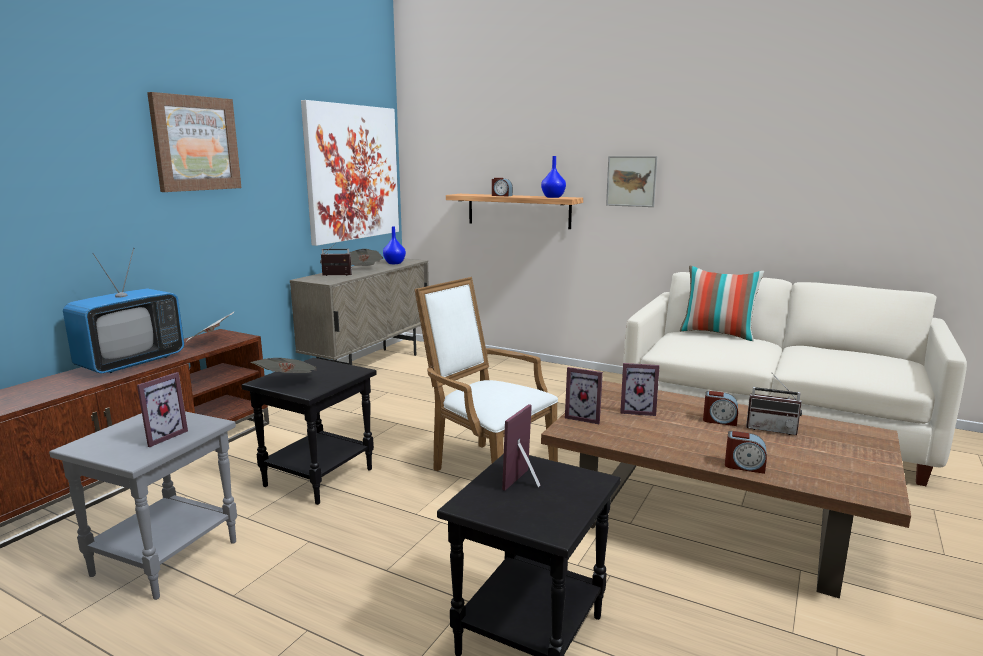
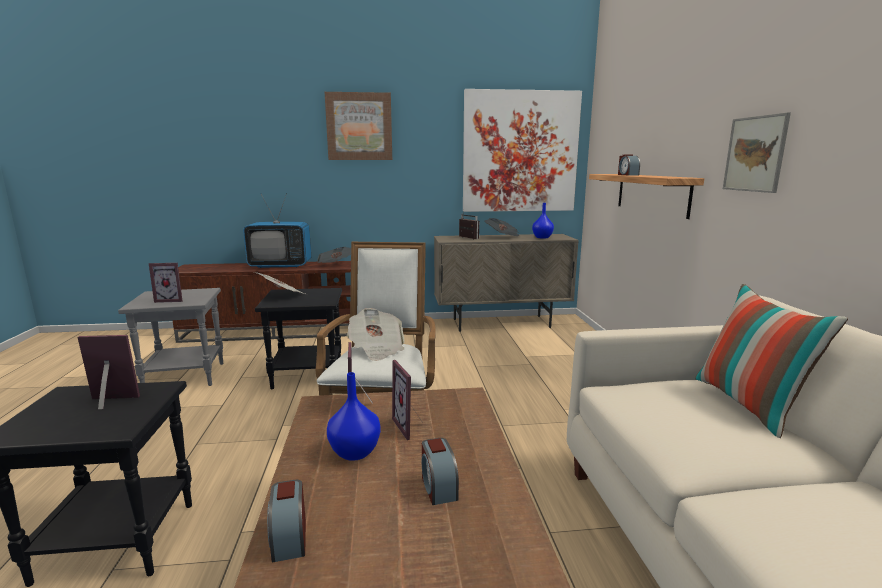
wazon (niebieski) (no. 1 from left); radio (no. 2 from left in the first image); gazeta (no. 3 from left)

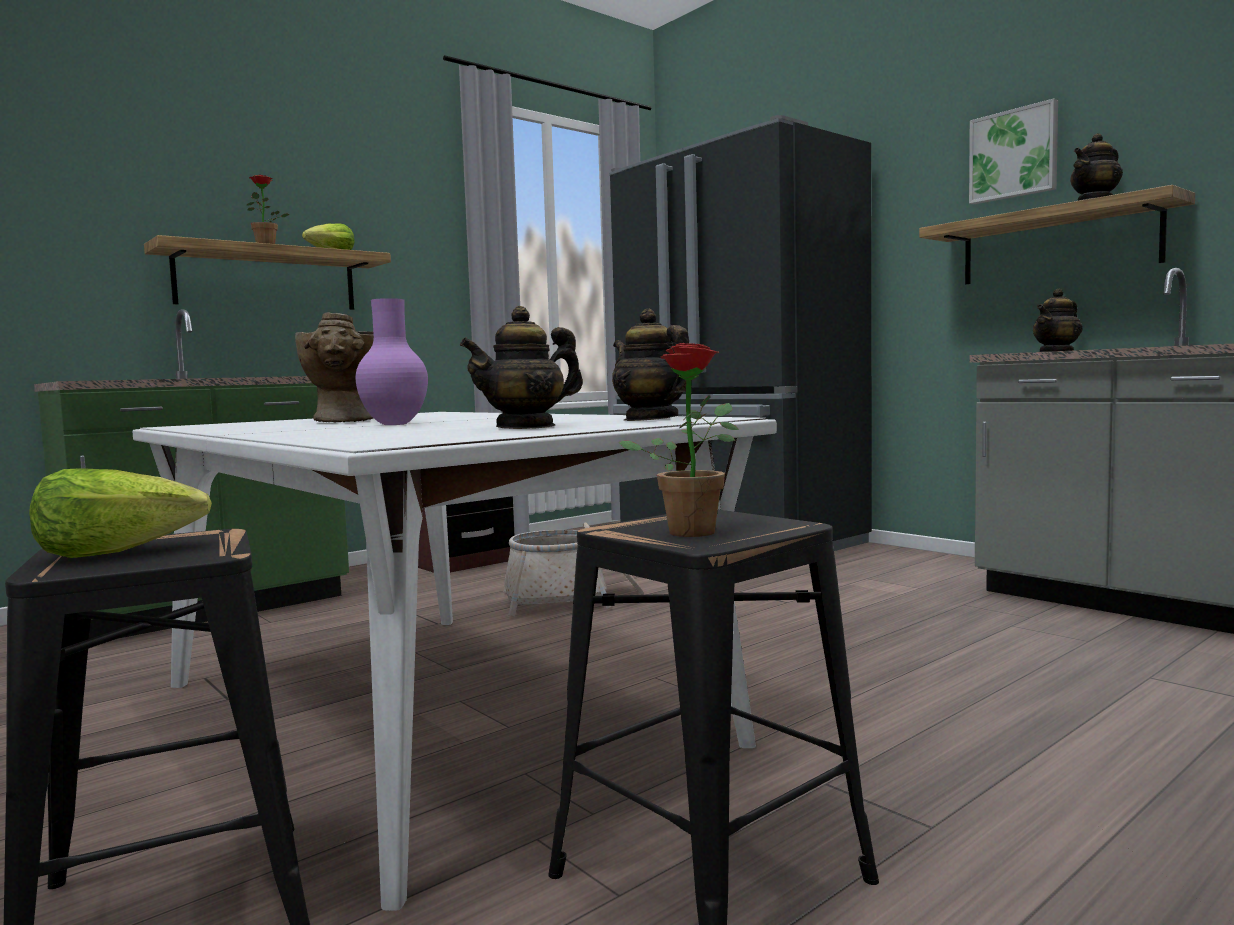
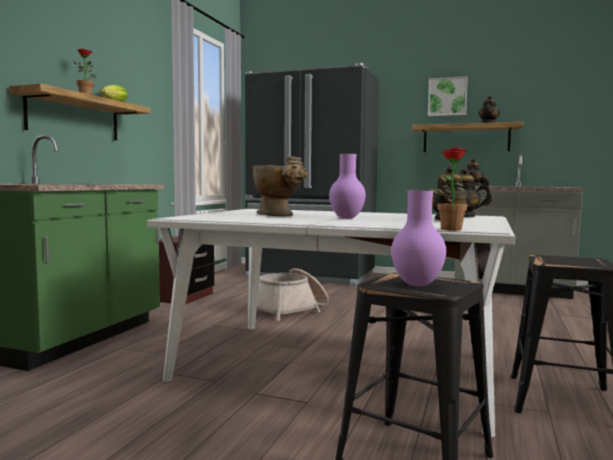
roślina doniczkowa (no. 2 from left); wazon (fioletowy) (no. 2 from left)

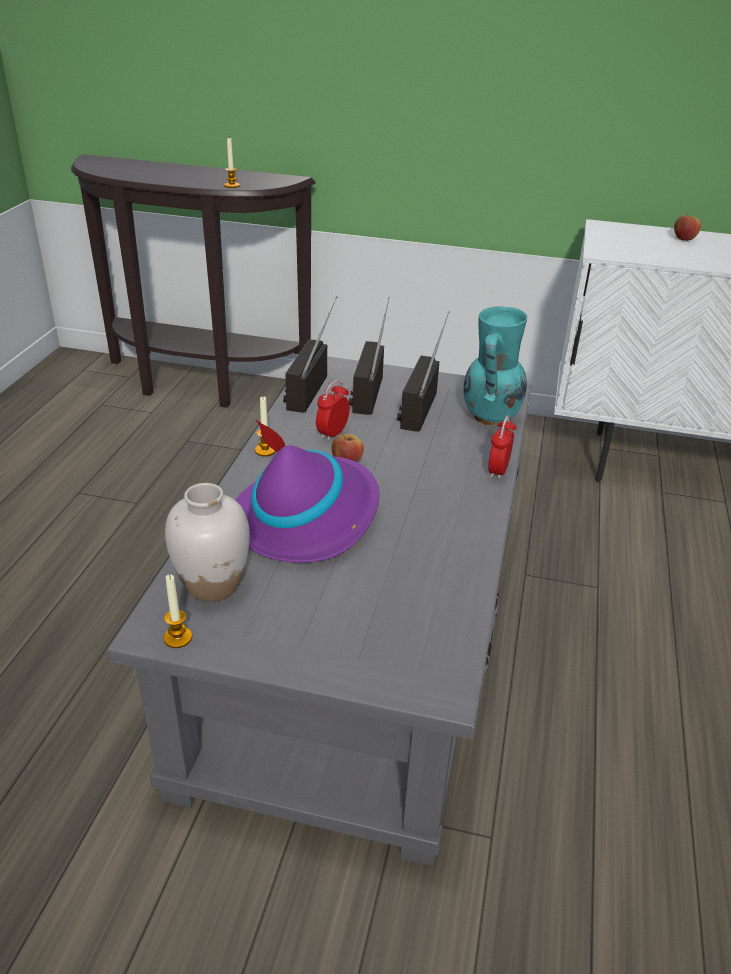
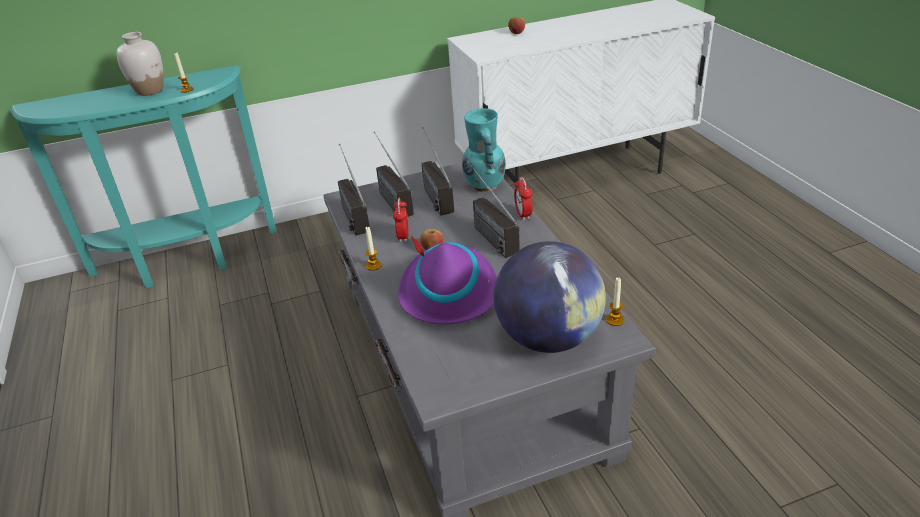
stolik konsolowy (turkusowy); wazon (biały); świeca (no. 3 from left); radio (no. 4 from left); globus

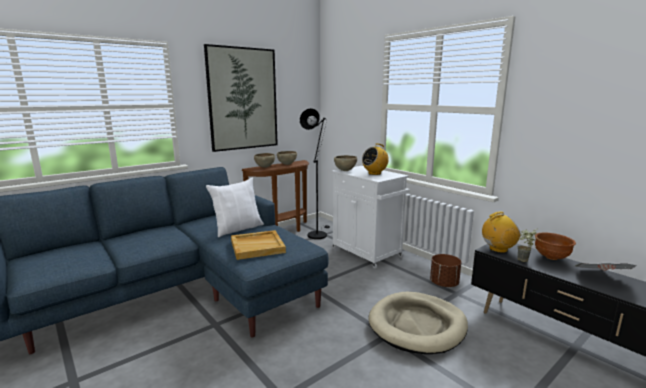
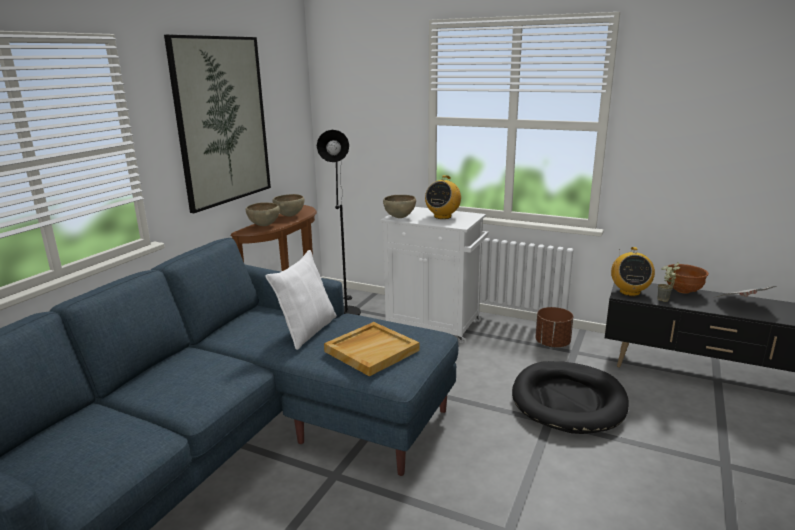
radio (no. 2 from left); legowisko (czarny)

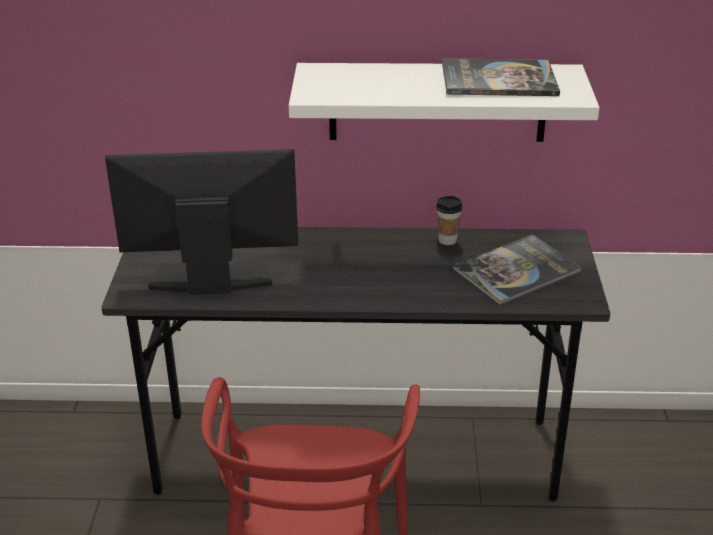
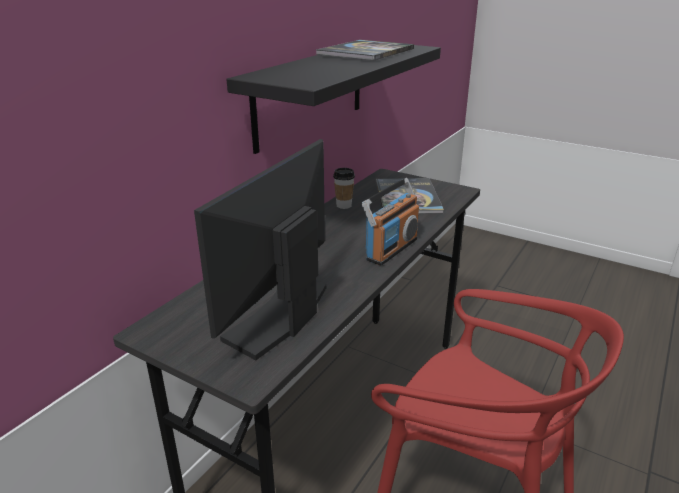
półka (czarny); radio

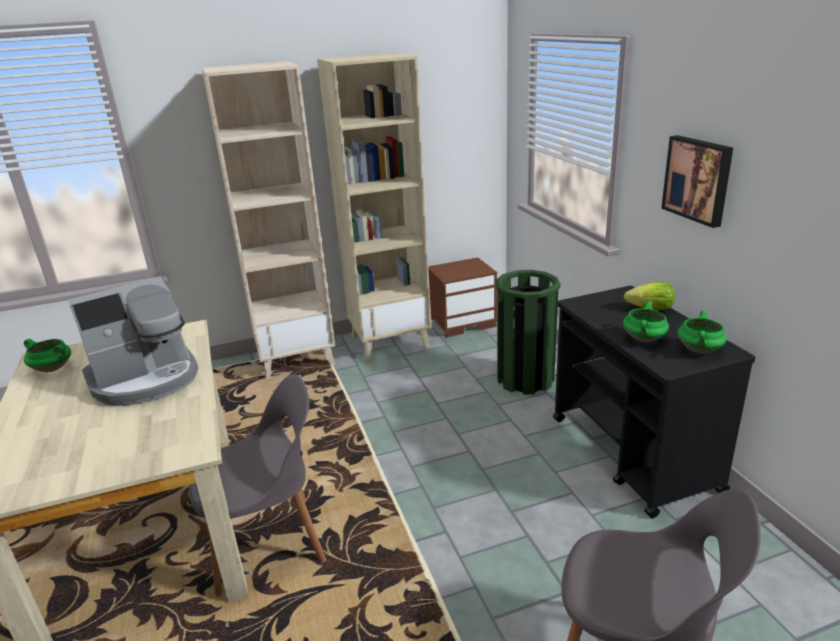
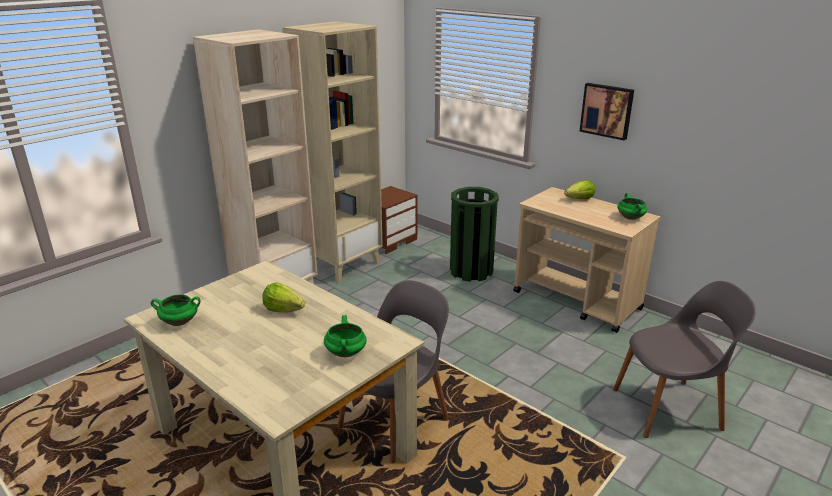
sałata (no. 1 from left); wózek (beżowy); garnek (zielony) (no. 2 from left)

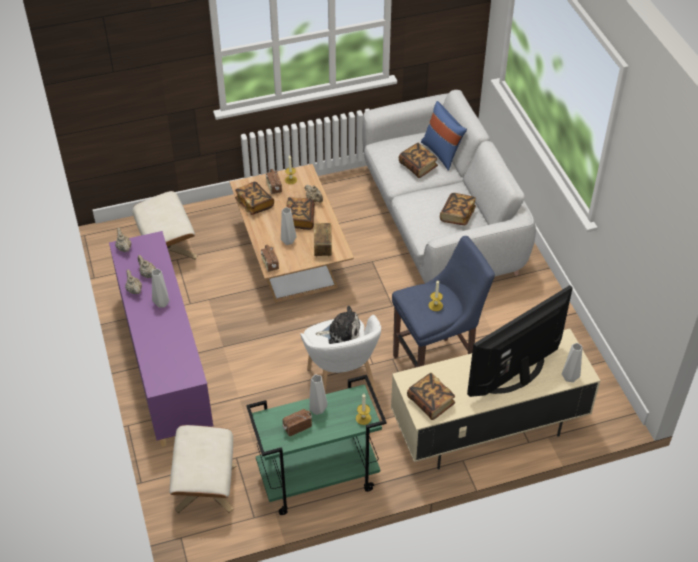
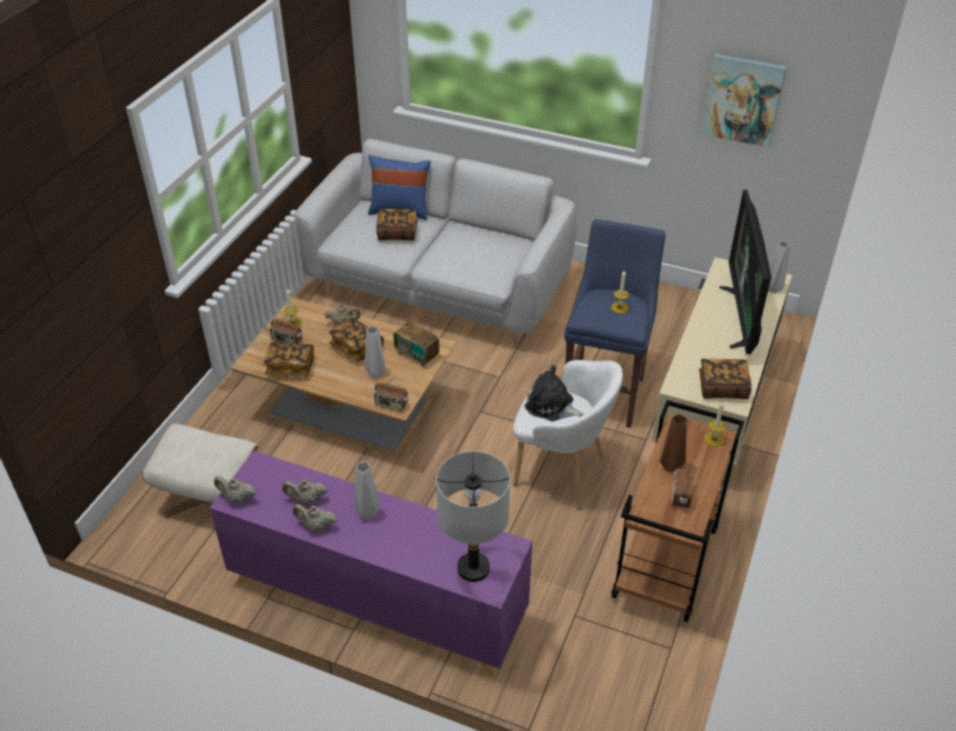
książka (no. 5 from left in the first image); pluszak; wazon (brązowy); wózek (brązowy); pufa (beżowy) (no. 2 from left in the first image); obraz; lampa stołowa (szary)

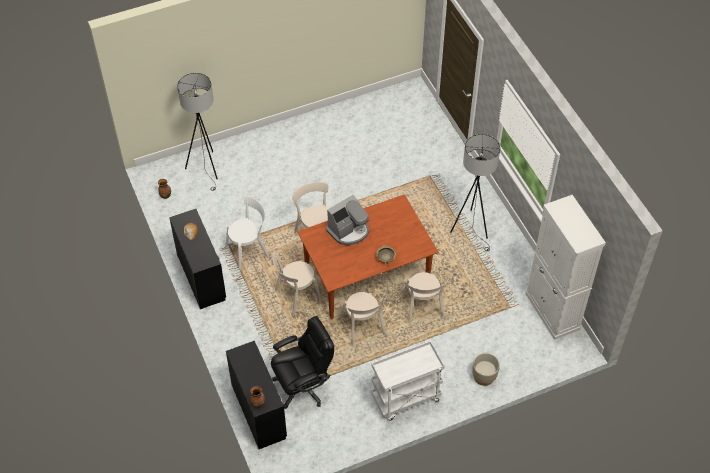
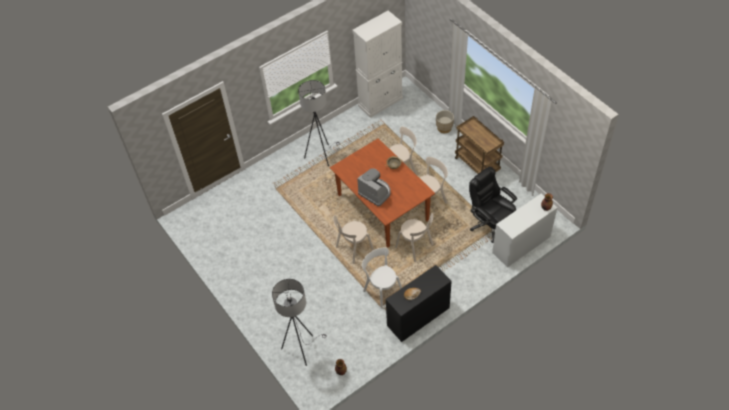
biurko (biały); wózek (brązowy)

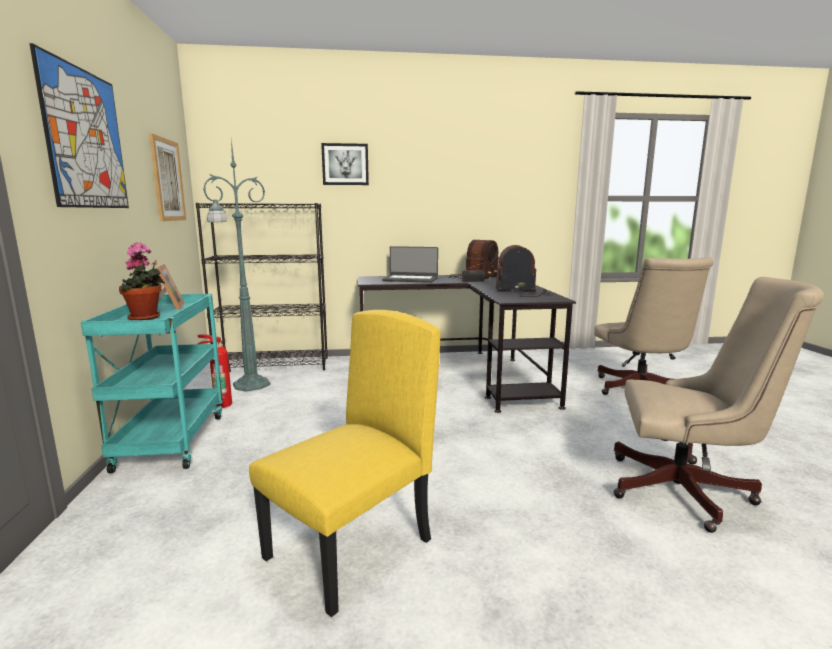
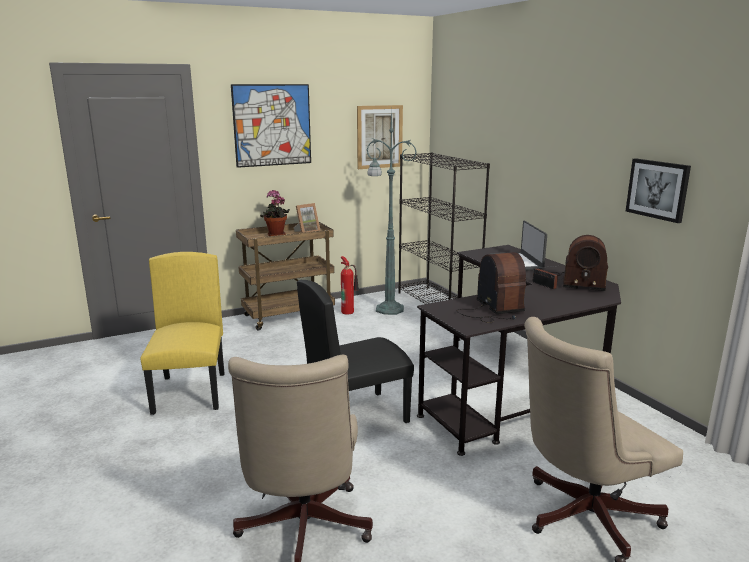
obraz (no. 3 from left); wózek (brązowy); krzesło (żółty); krzesło (czarny)

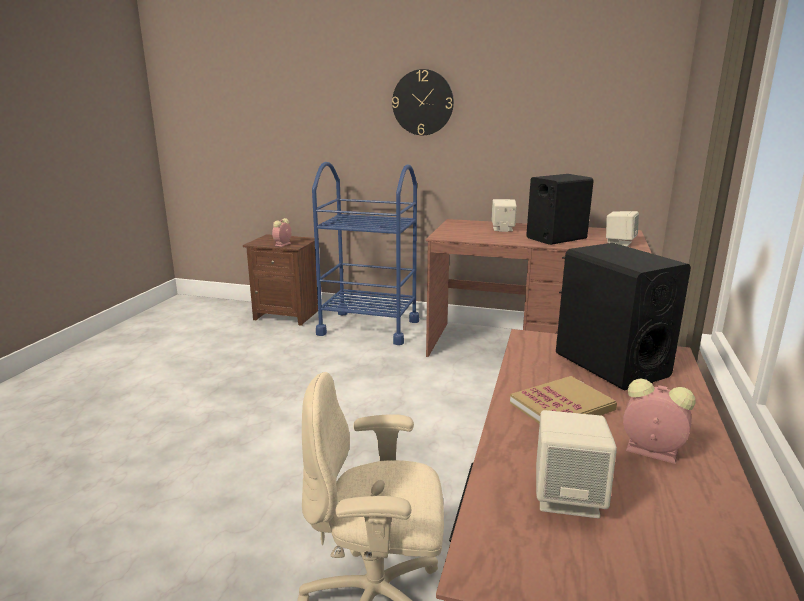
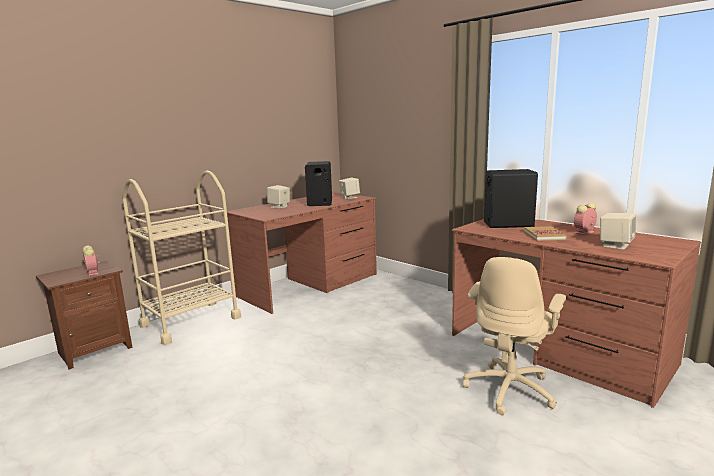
zegar ścienny; wózek (beżowy)

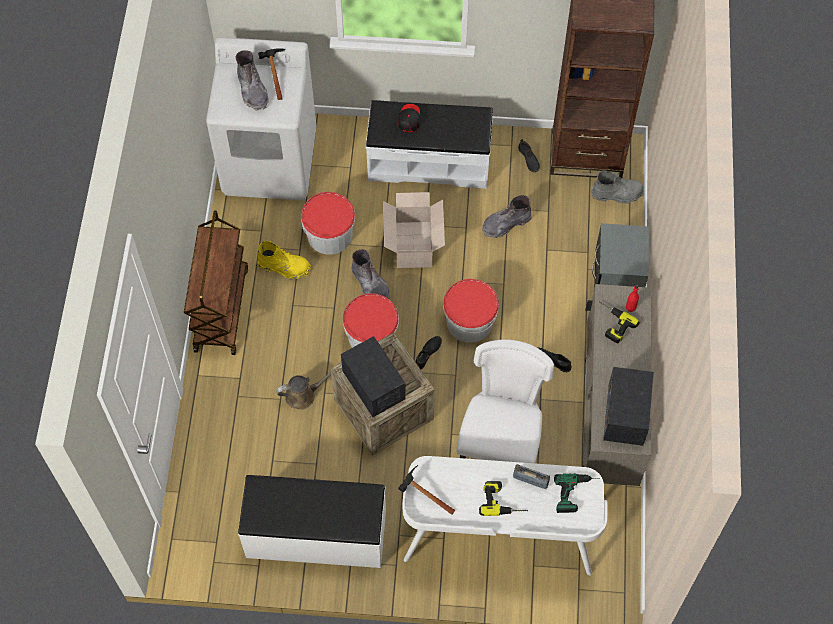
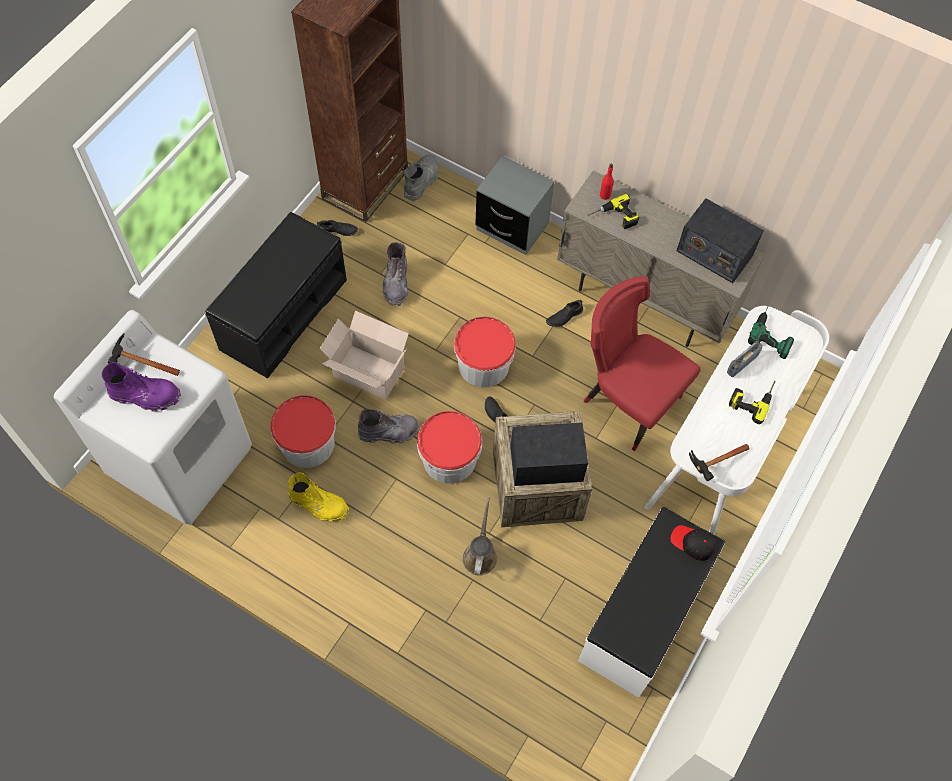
but z cholewką (fioletowy); ławka (czarny); czapka z daszkiem (czarny); wózek (brązowy); but z cholewką (żółty); krzesło (czerwony)

